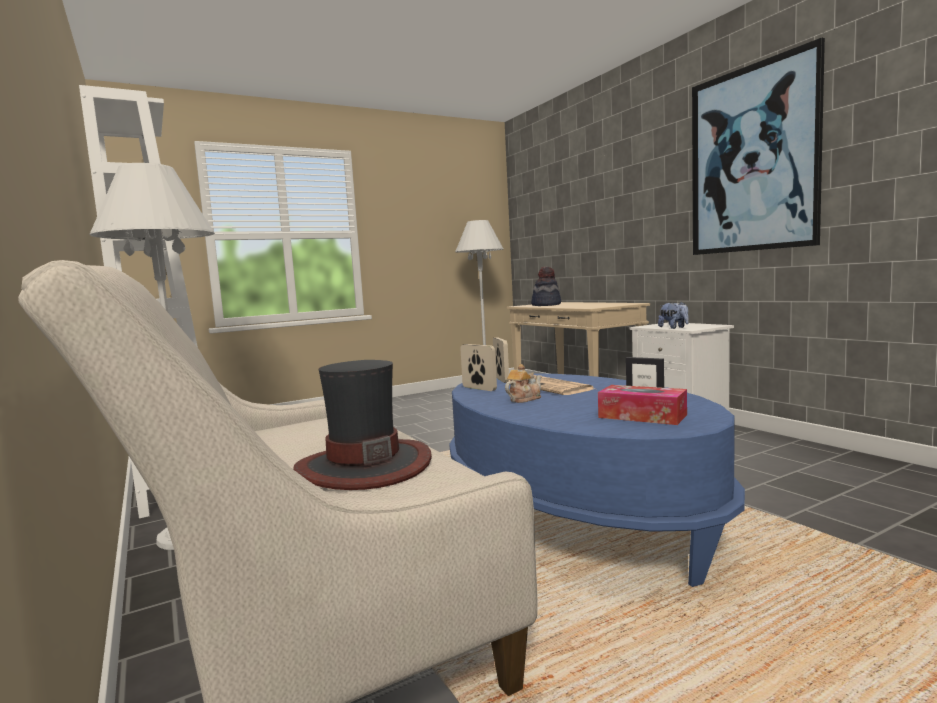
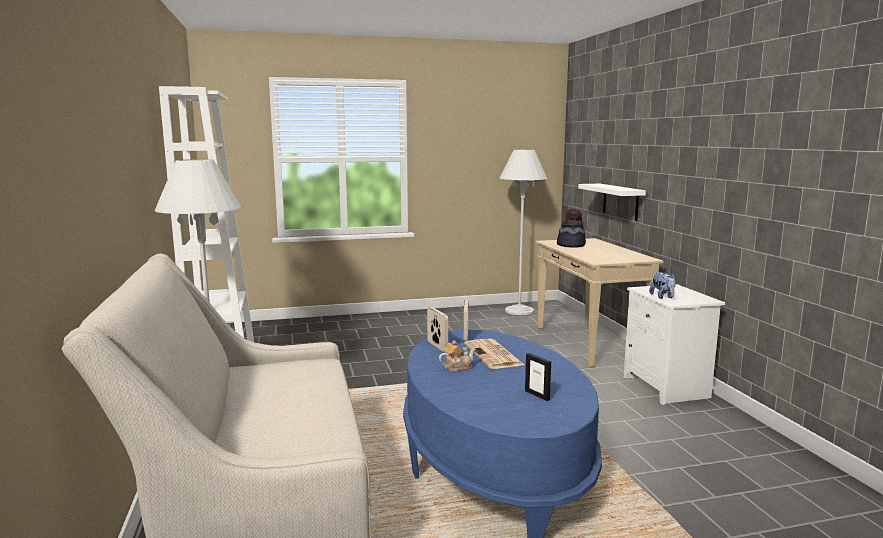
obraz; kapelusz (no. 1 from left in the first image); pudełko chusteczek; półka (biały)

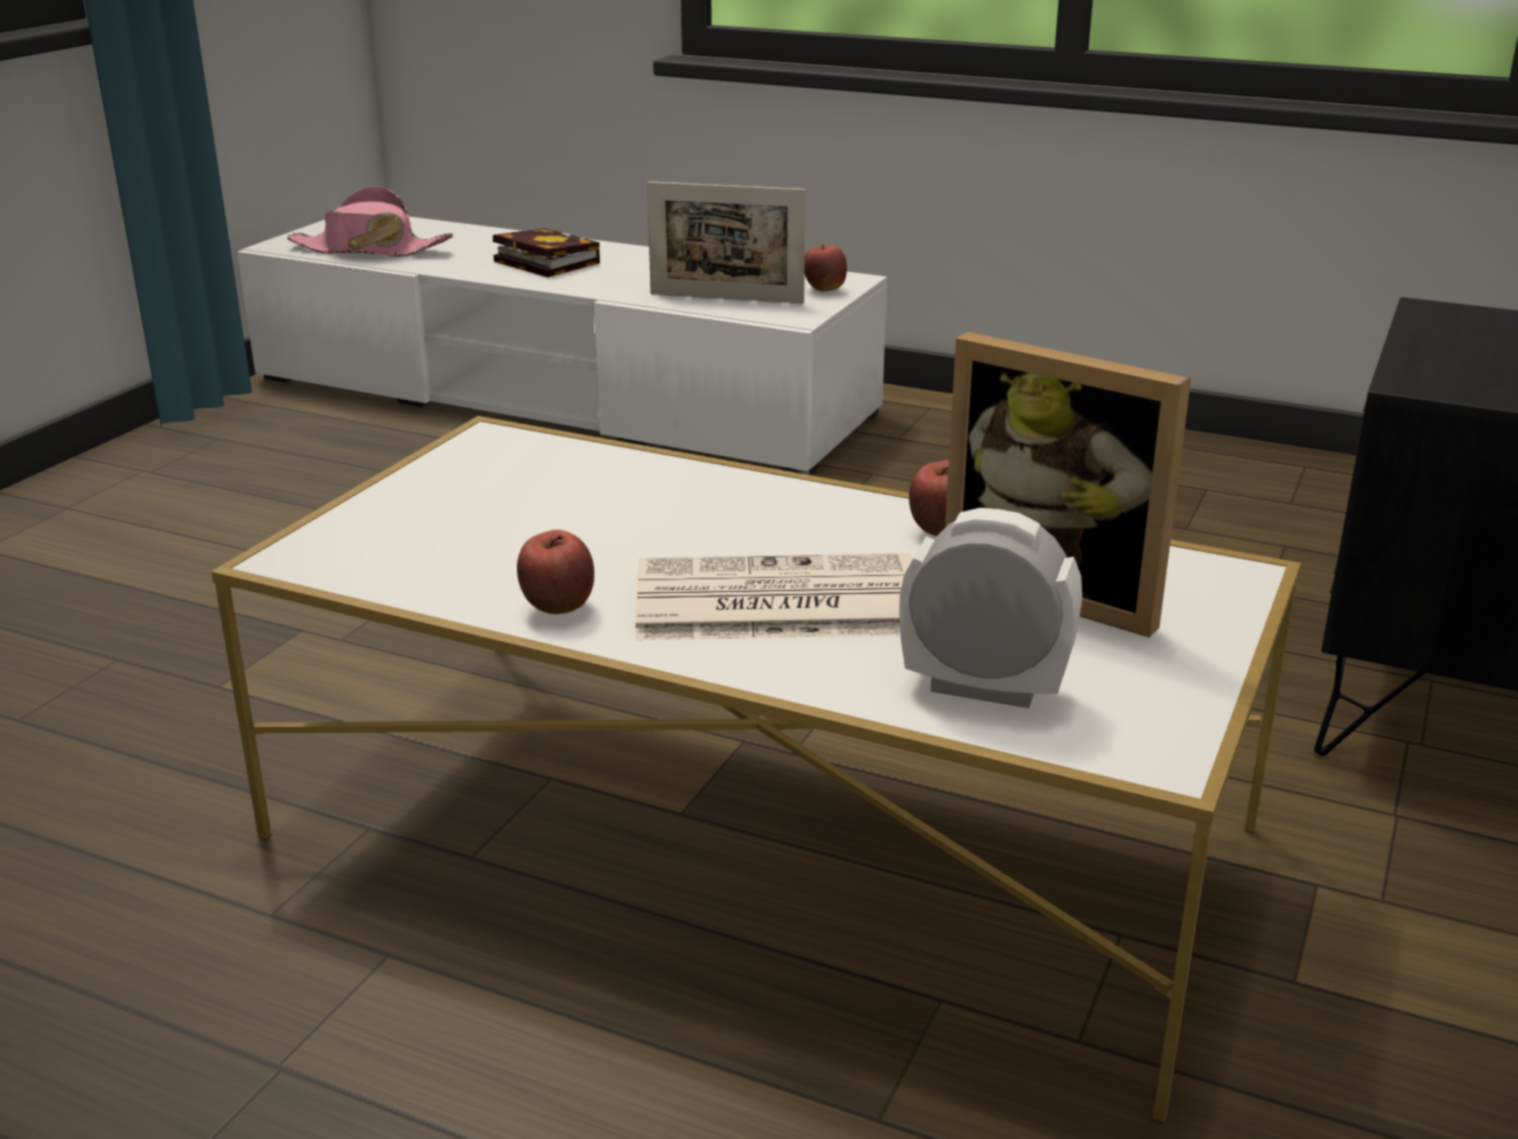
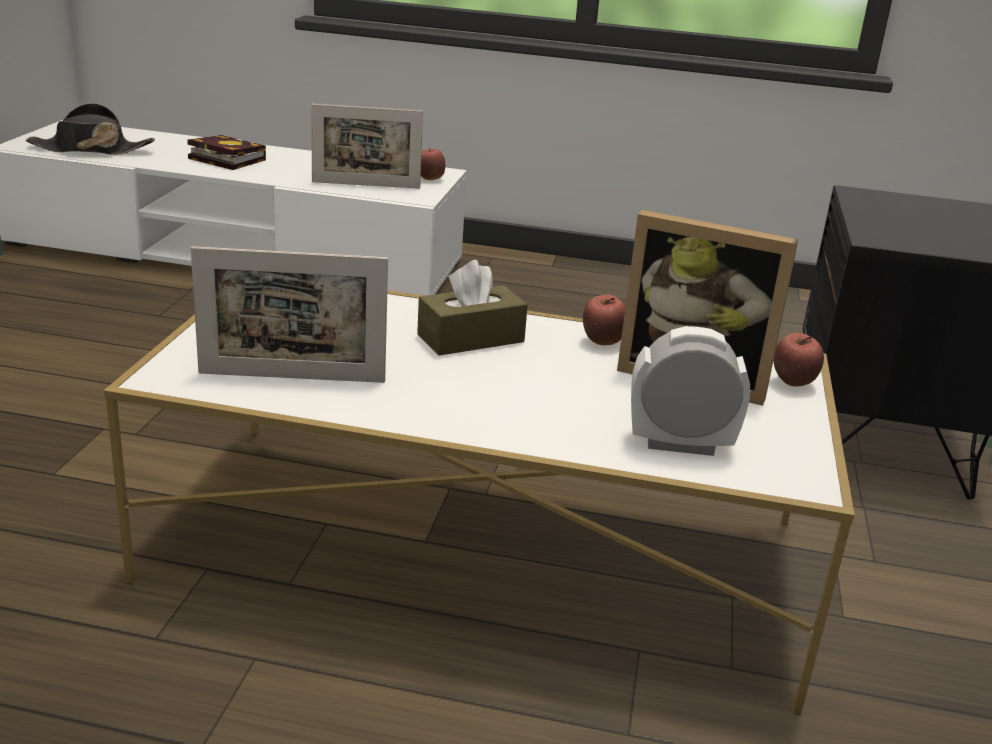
kapelusz (czarny); jabłko (no. 3 from left); gazeta; ramka na zdjęcie (no. 1 from left); pudełko chusteczek (brązowy)

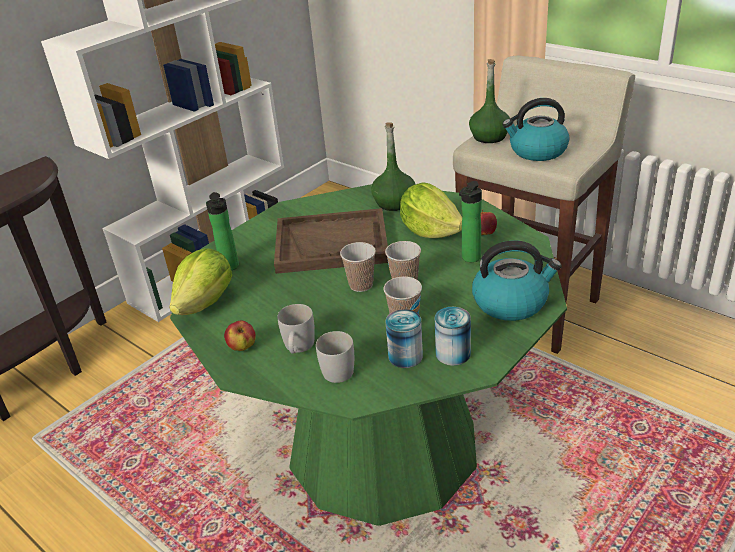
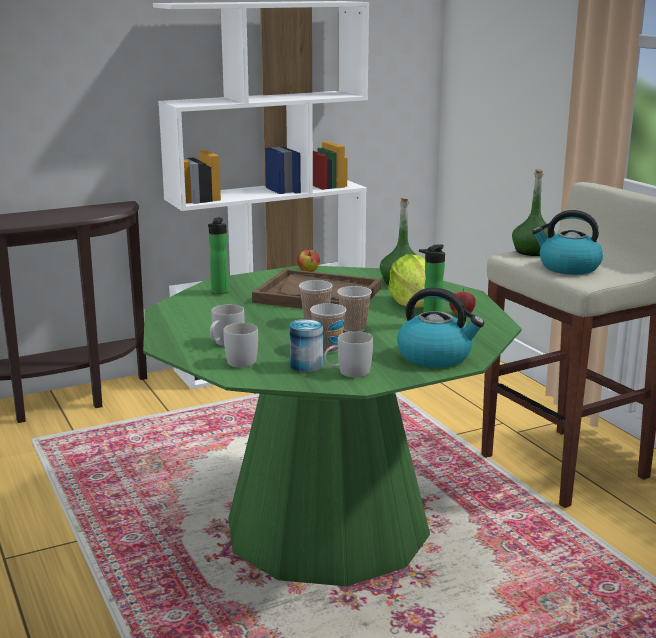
sałata (no. 1 from left in the first image); kubek (biały) (no. 3 from left); jabłko (no. 1 from left)

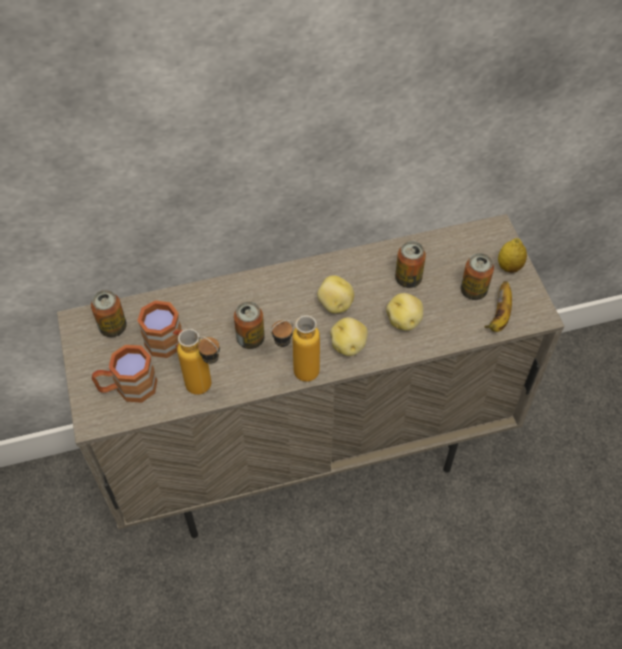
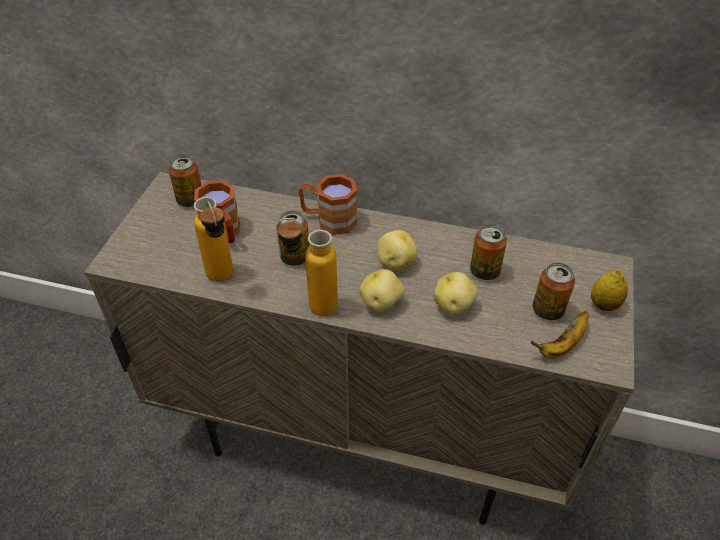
kubek (brązowy) (no. 2 from left)

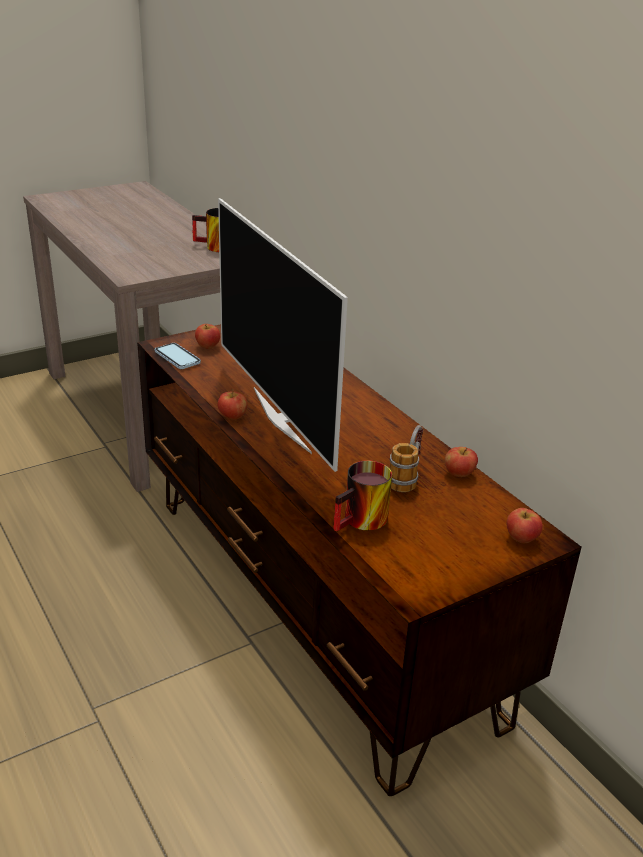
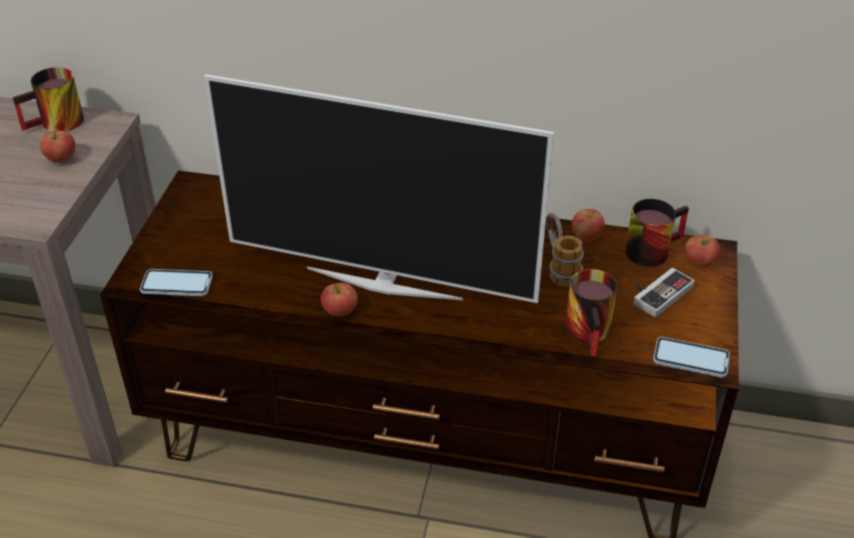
jabłko (no. 1 from left); kubek (no. 4 from left); pad do gier; telefon (no. 2 from left)

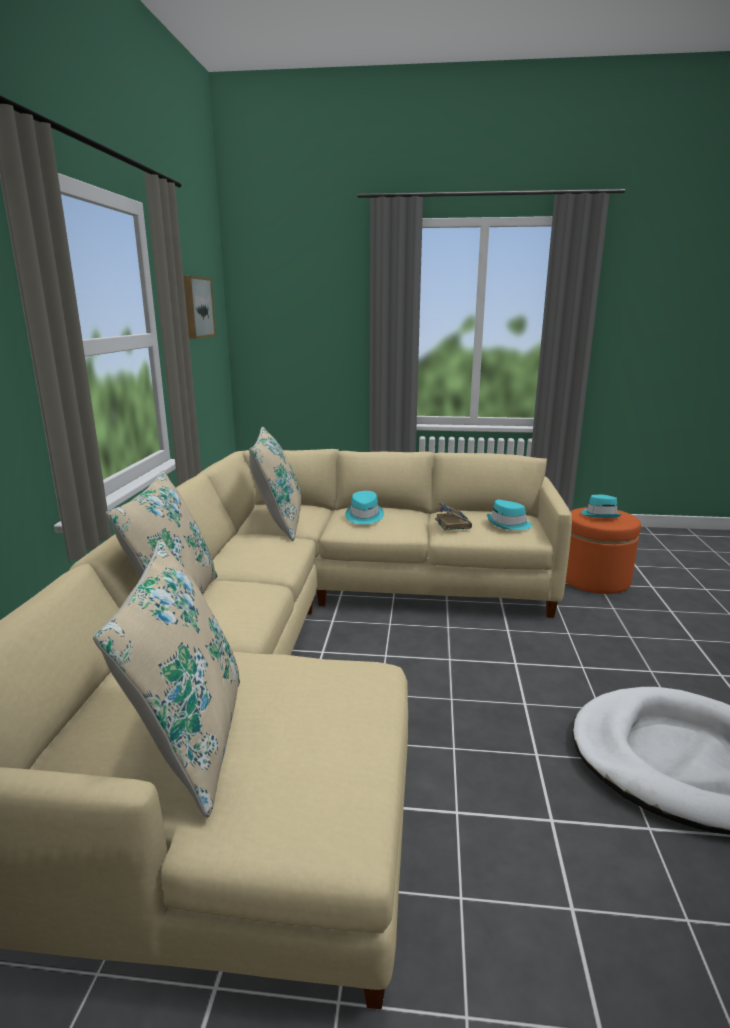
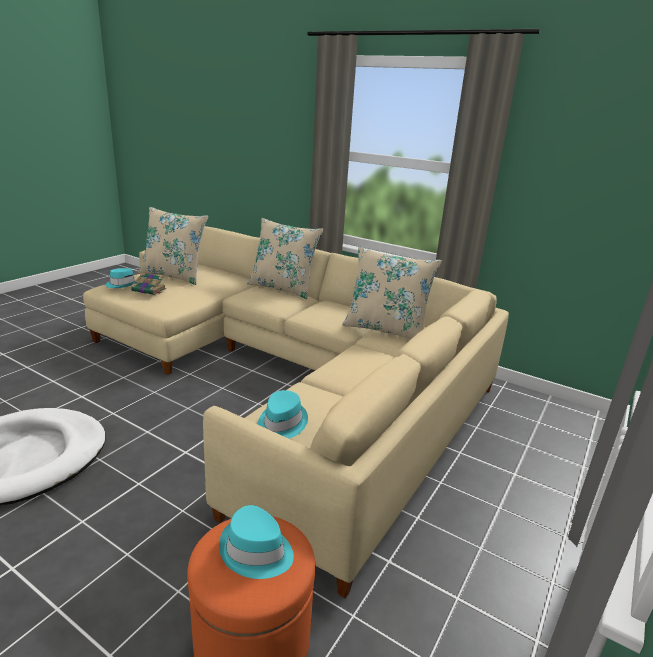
obraz; kapelusz (turkusowy) (no. 1 from left); książka

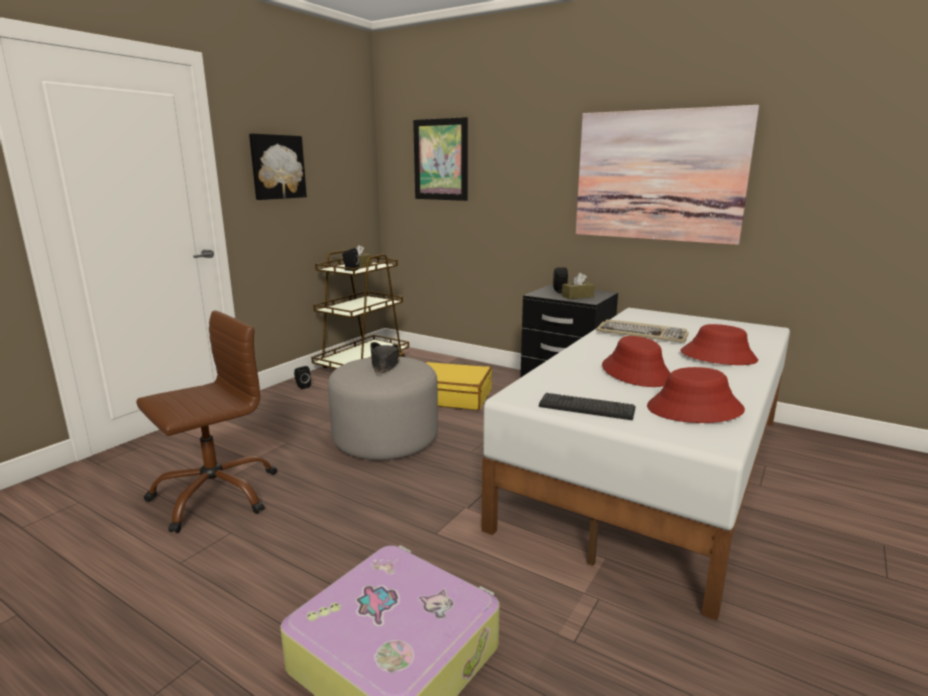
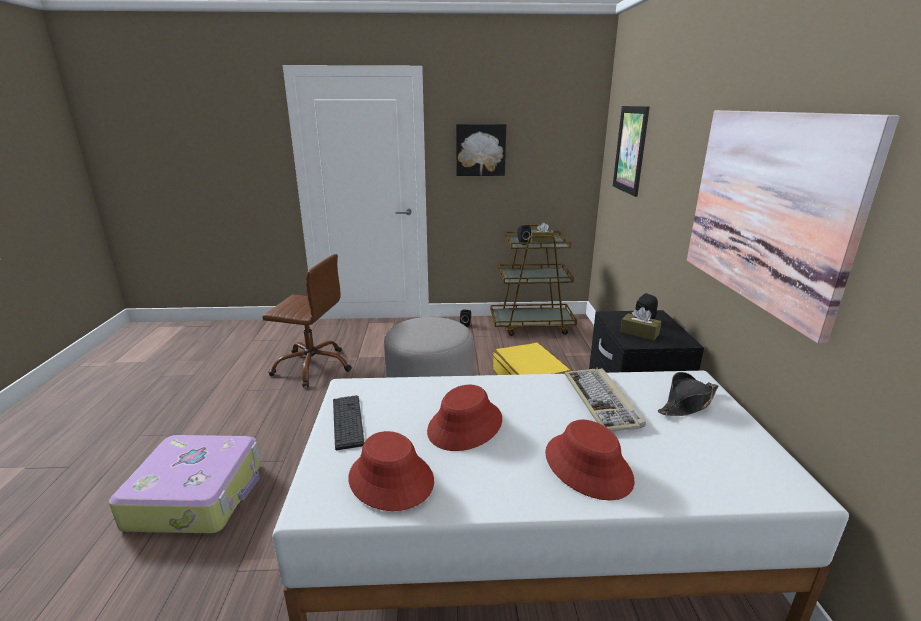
kapelusz (czarny)

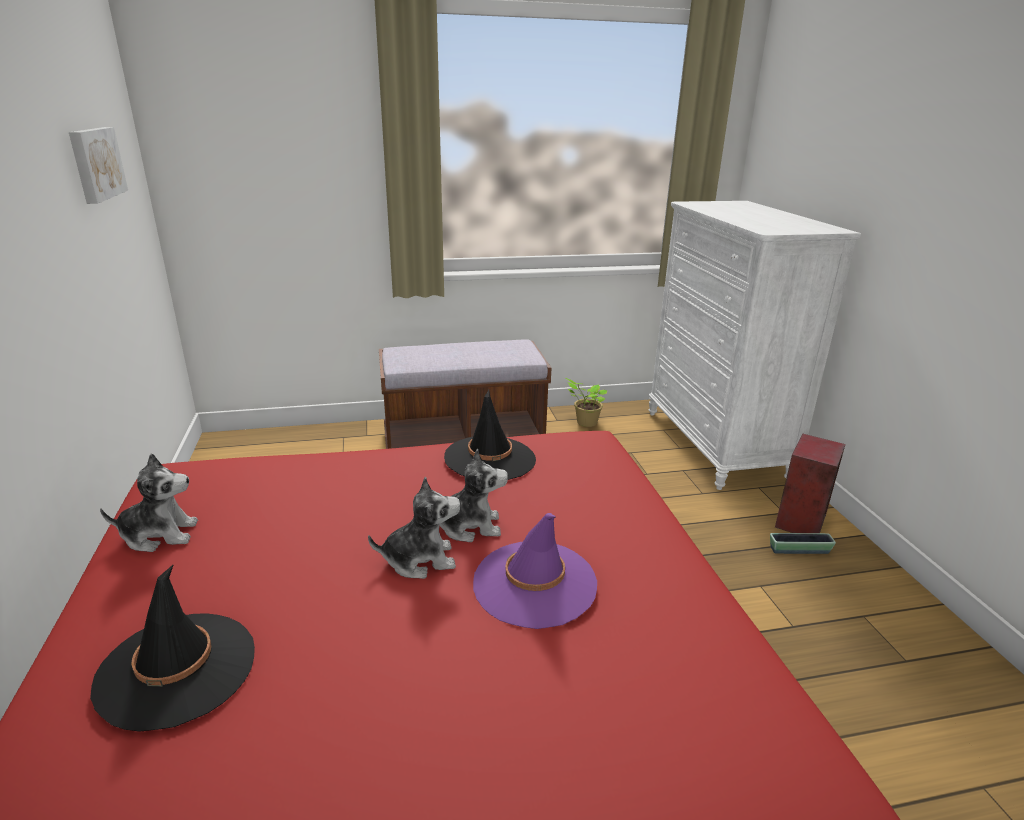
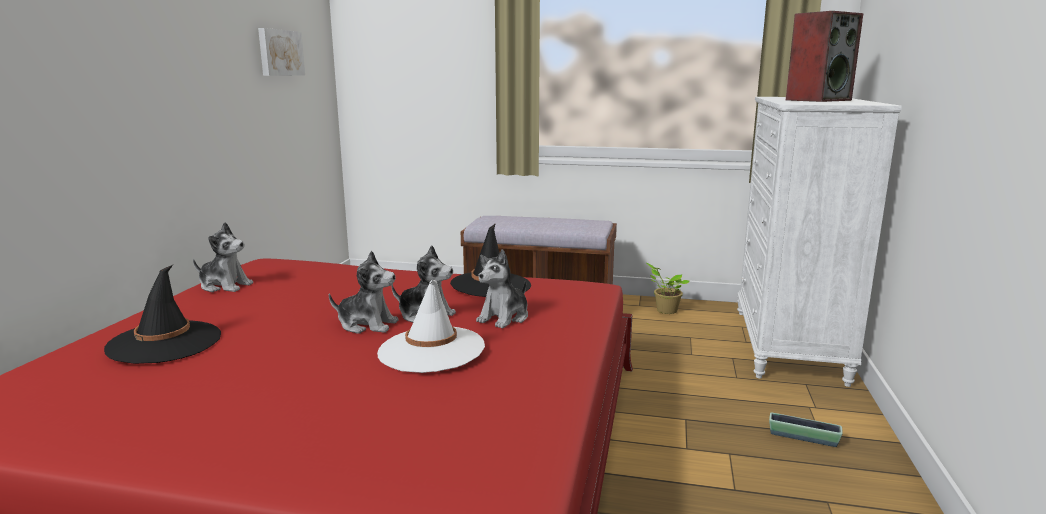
głośnik; kapelusz (biały); pluszak (no. 4 from left)

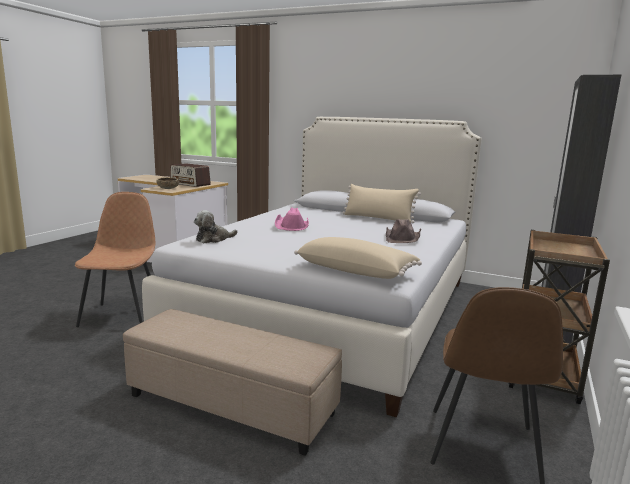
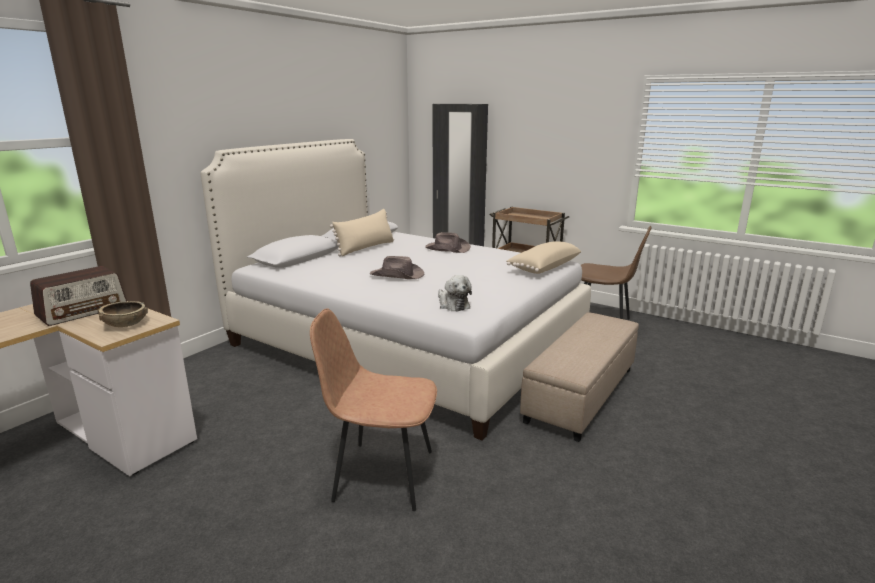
kapelusz (brązowy) (no. 1 from left)

